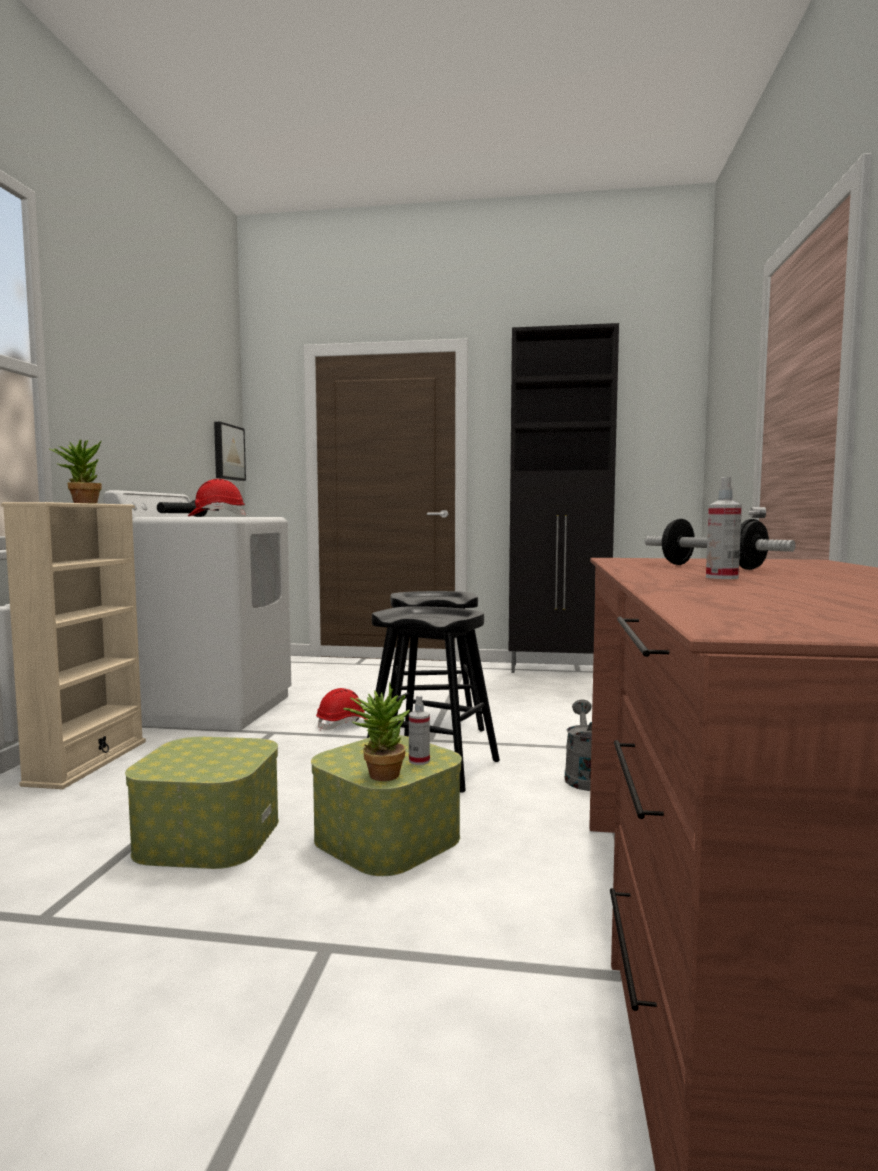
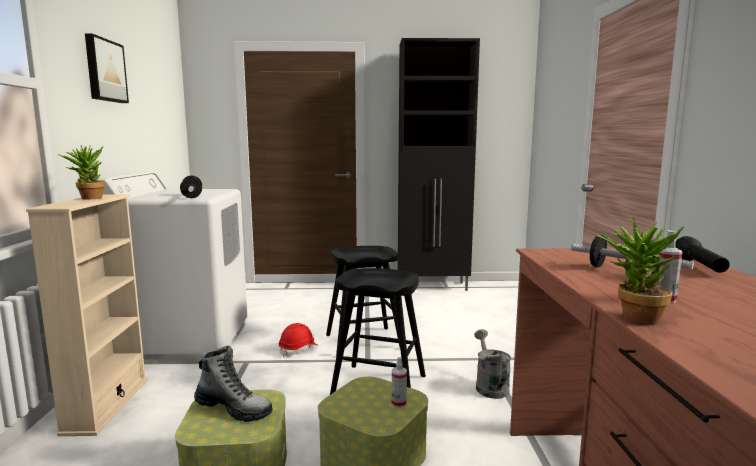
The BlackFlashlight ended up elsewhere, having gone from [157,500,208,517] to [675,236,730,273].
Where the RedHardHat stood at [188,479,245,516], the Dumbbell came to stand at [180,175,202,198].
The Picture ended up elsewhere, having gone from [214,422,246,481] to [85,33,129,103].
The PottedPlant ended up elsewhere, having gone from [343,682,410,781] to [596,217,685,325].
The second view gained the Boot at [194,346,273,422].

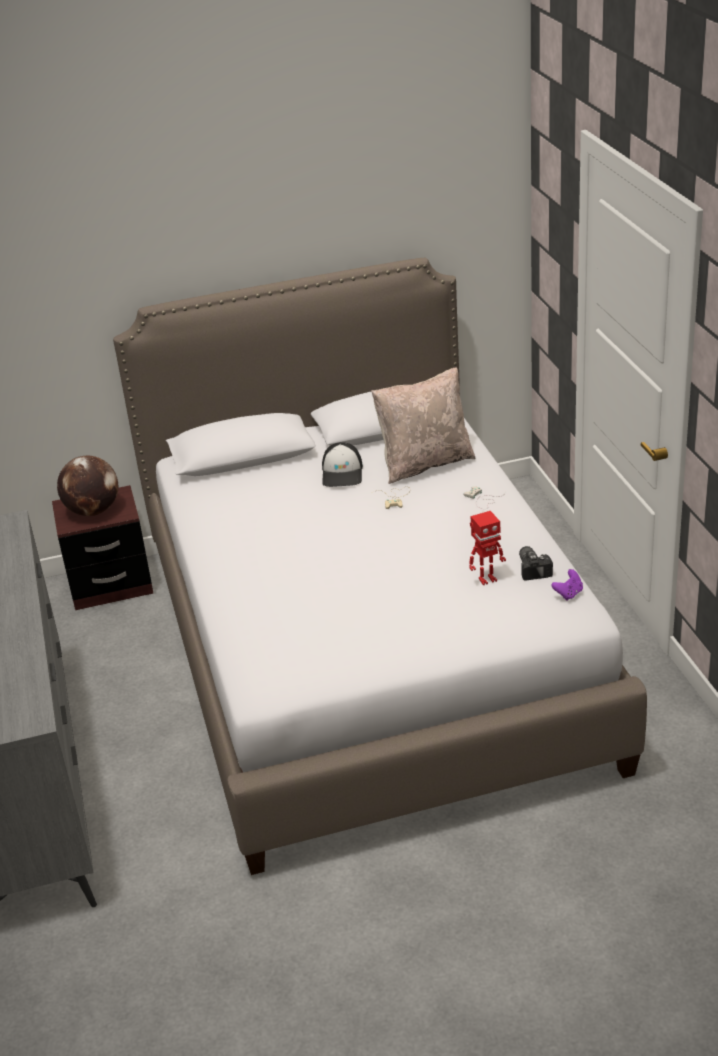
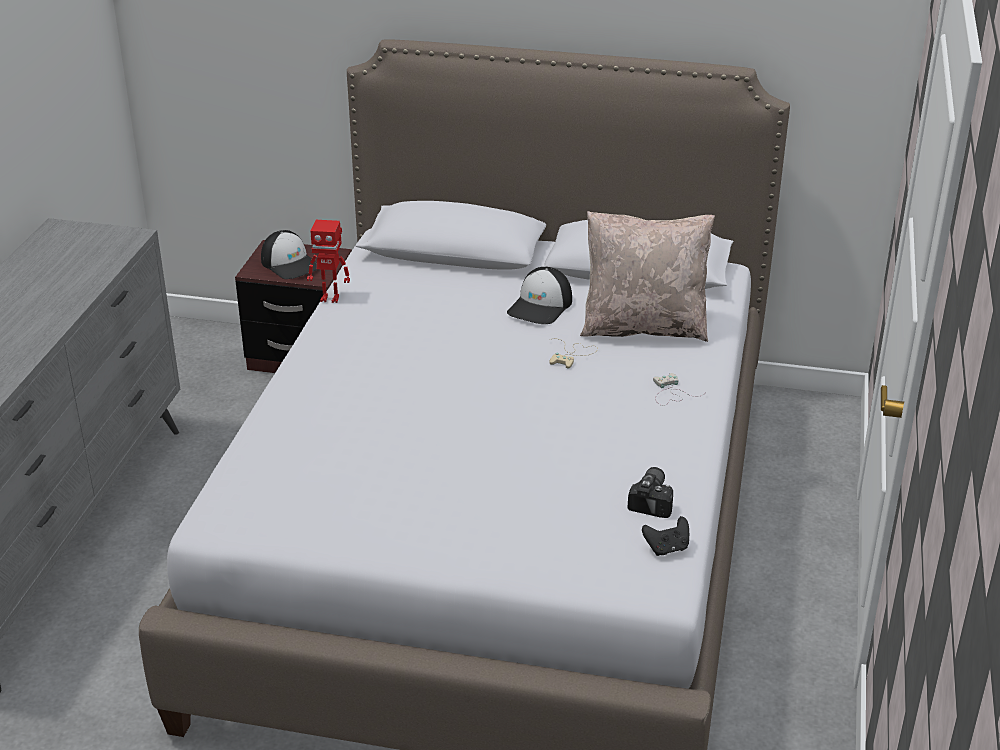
Where the Globe stood at [57,456,118,516], the Cap came to stand at [261,230,318,279].
The ToyRobot ended up elsewhere, having gone from [469,511,506,585] to [307,220,350,303].
What was the PurpleGameController at [551,569,583,600] turned into the BlackGameController at [642,516,689,556].

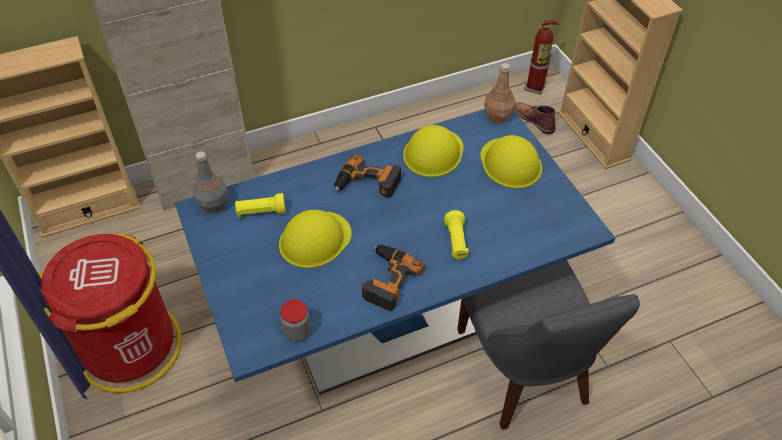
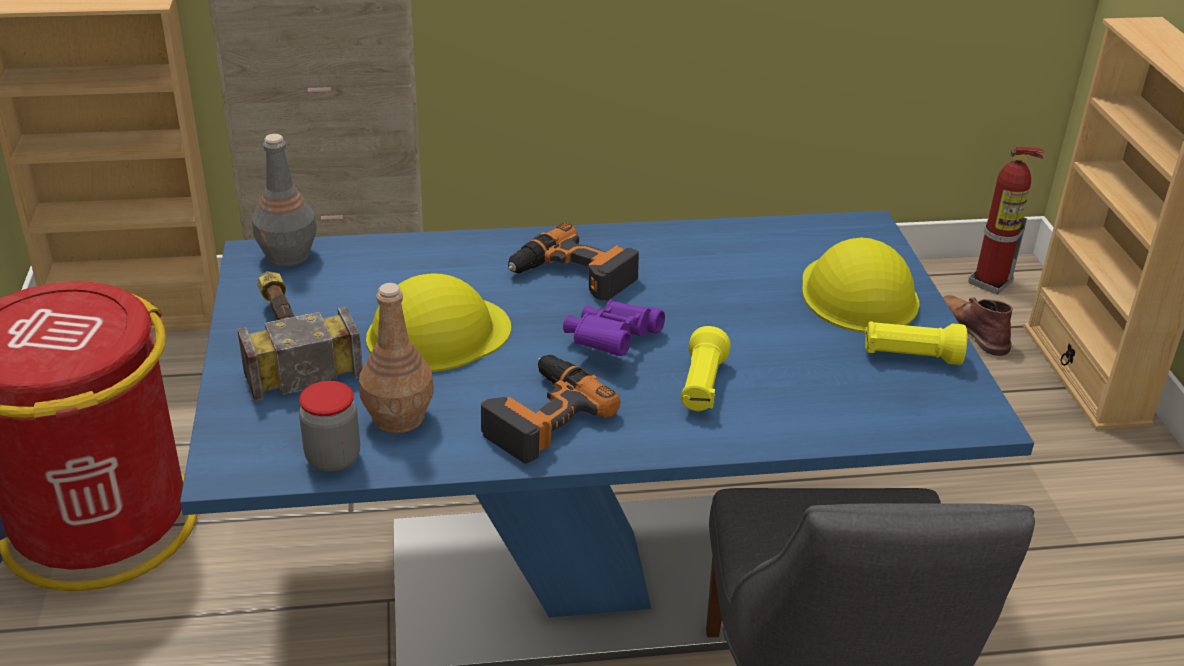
The YellowFlashlight ended up elsewhere, having gone from [235,193,285,217] to [865,321,967,365].
The second view lost the YellowHardHat at [403,125,464,177].
The BrownBottle ended up elsewhere, having gone from [484,63,515,124] to [359,283,434,433].
The second view gained the Hammer at [237,271,363,401].
The second view gained the PurpleBinoculars at [563,300,665,356].

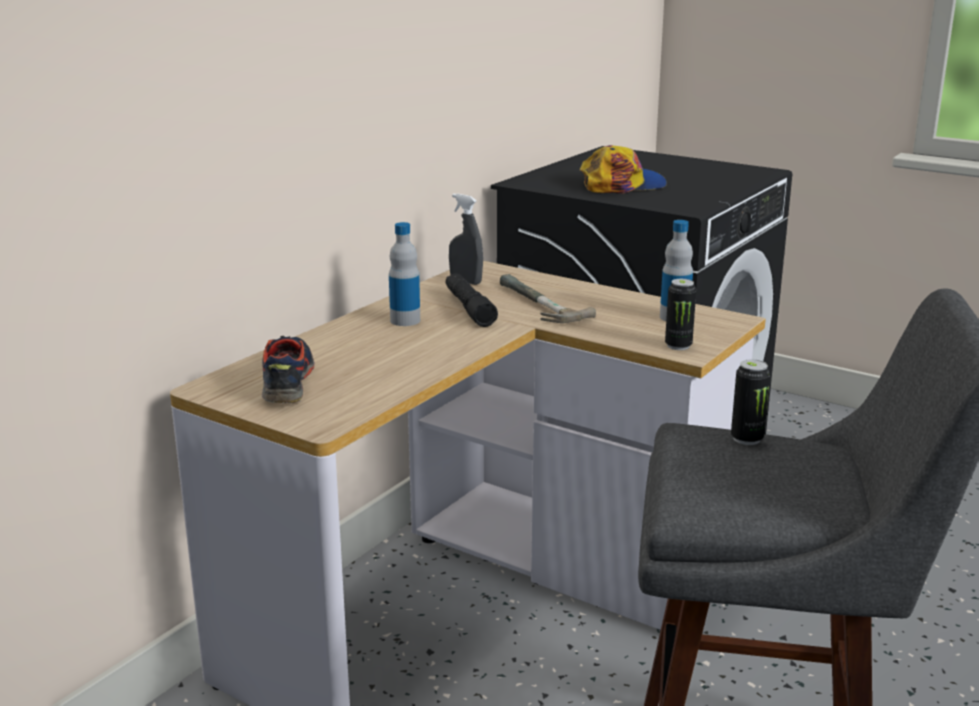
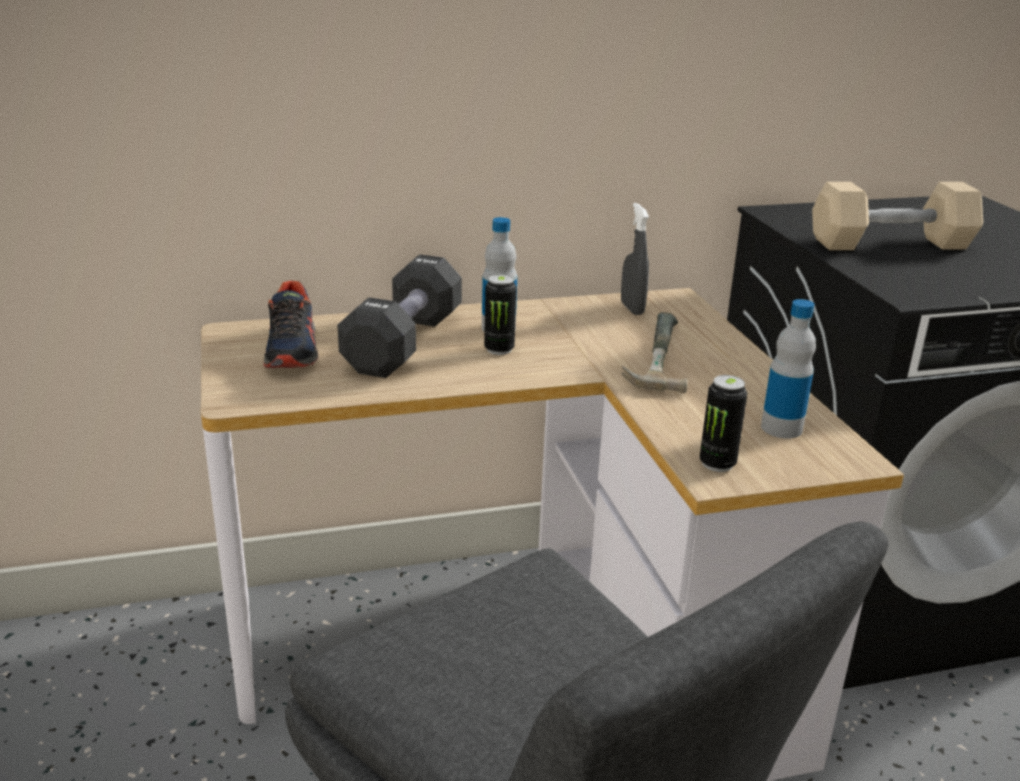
The Shoe at [262,336,315,403] ended up facing another way, 135 degrees clockwise from before.
The second view lost the BlackFlashlight at [446,273,498,327].
Where the Cap stood at [580,145,667,194], the BeigeDumbbell came to stand at [812,182,983,250].
The Can ended up elsewhere, having gone from [731,359,770,445] to [484,275,517,355].
The second view gained the BlackDumbbell at [337,254,462,378].

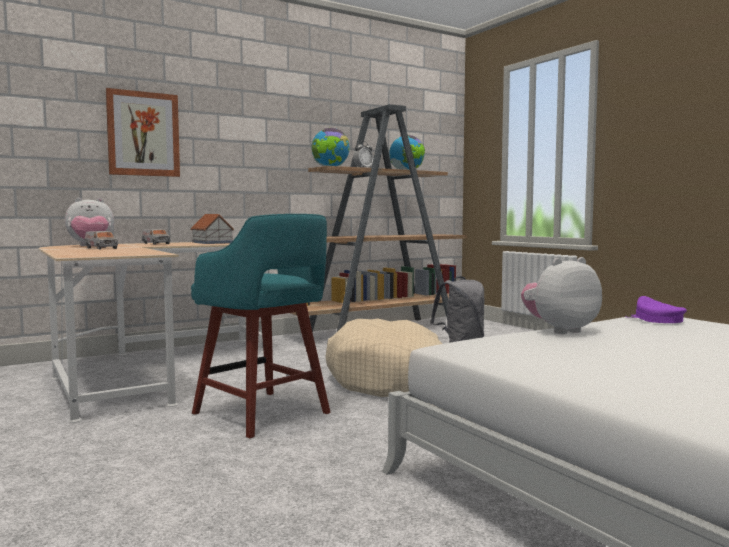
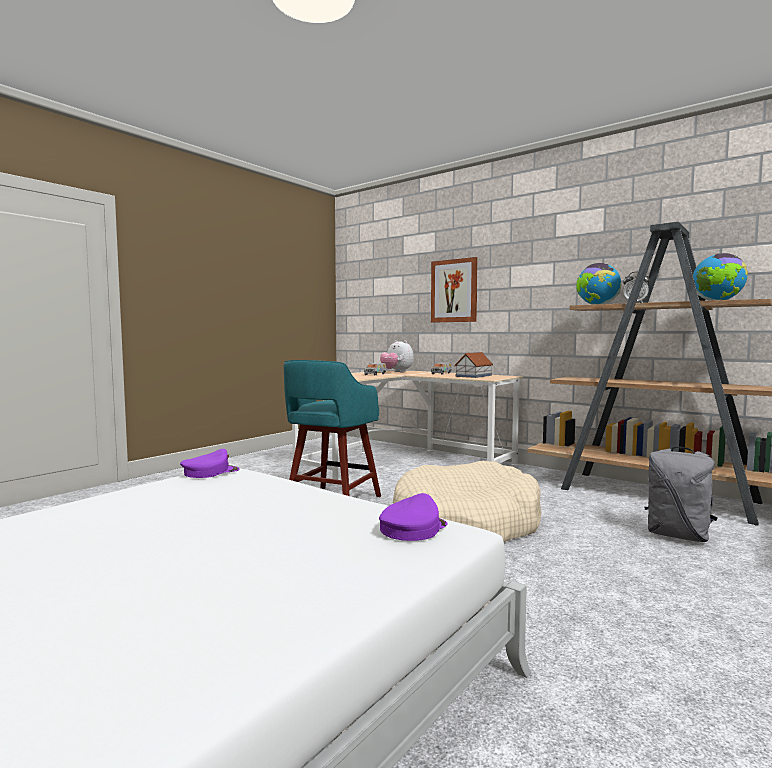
The second view lost the PlushToy at [521,257,602,334].
The second view gained the PurpleCap at [180,449,240,478].

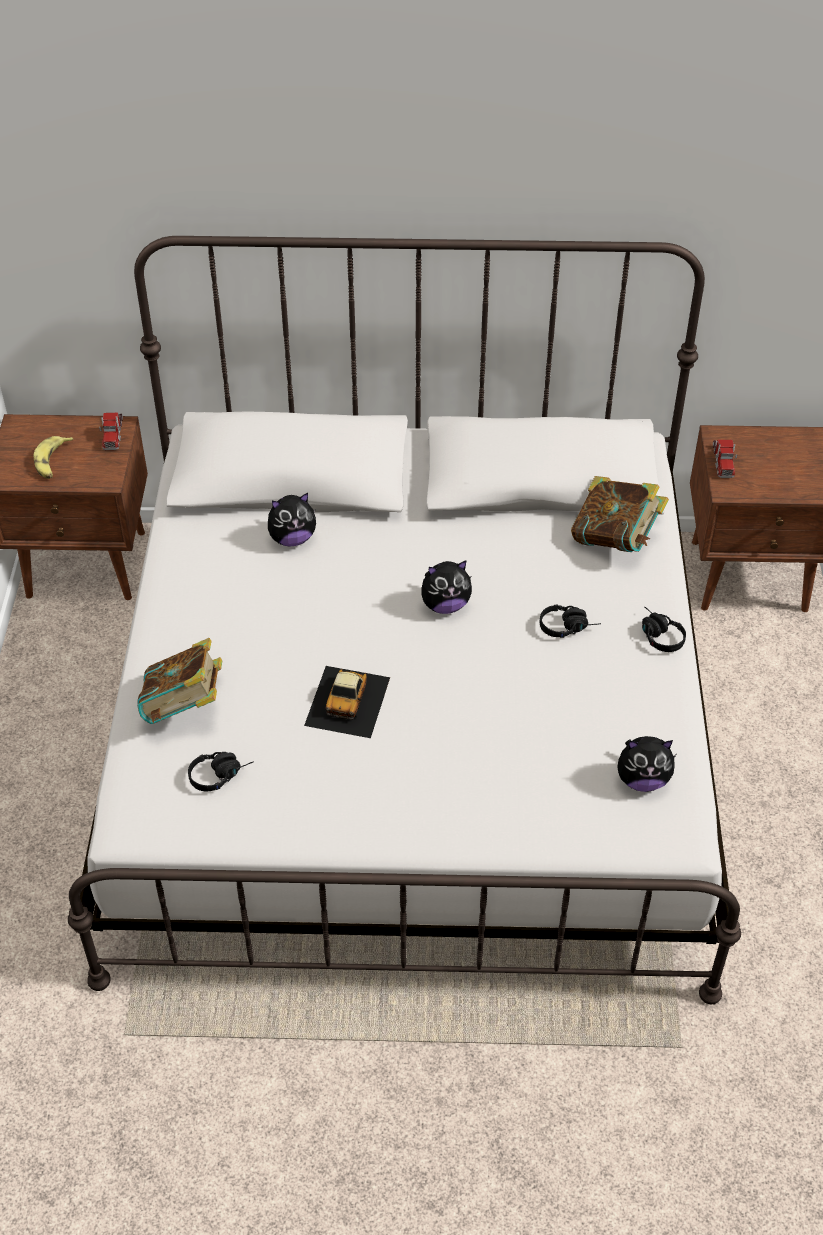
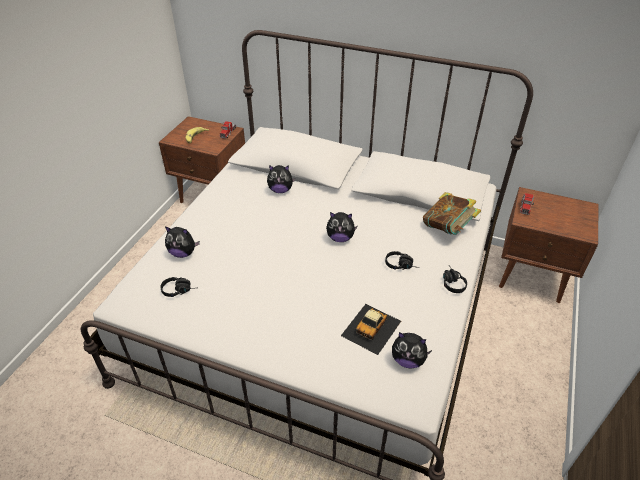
Where the Book stood at [137,638,223,724], the PlushToy came to stand at [165,226,200,258].
The ToyCar ended up elsewhere, having gone from [304,666,390,738] to [341,304,401,355].

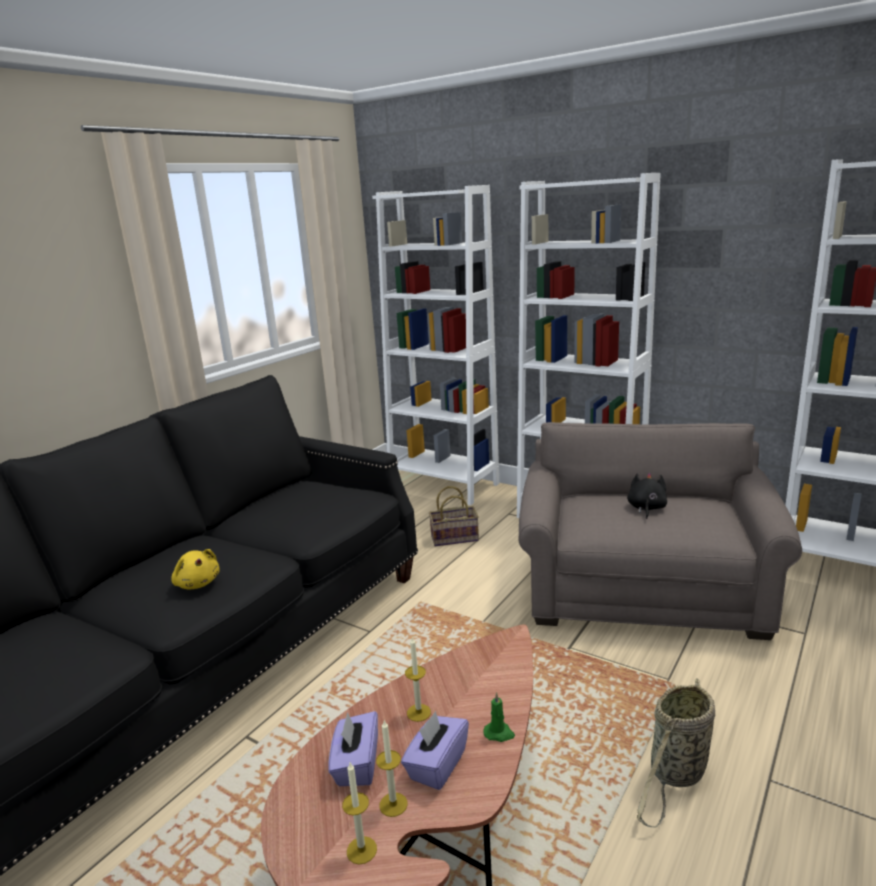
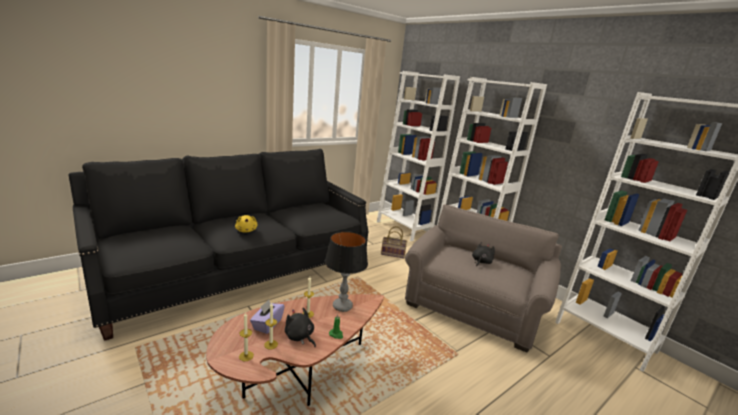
Where the PurpleTissueBox stood at [401,711,469,790], the BlackPlushToy came to stand at [284,308,316,347].
The second view lost the Basket at [637,678,716,828].
The second view gained the TableLamp at [325,231,368,312].

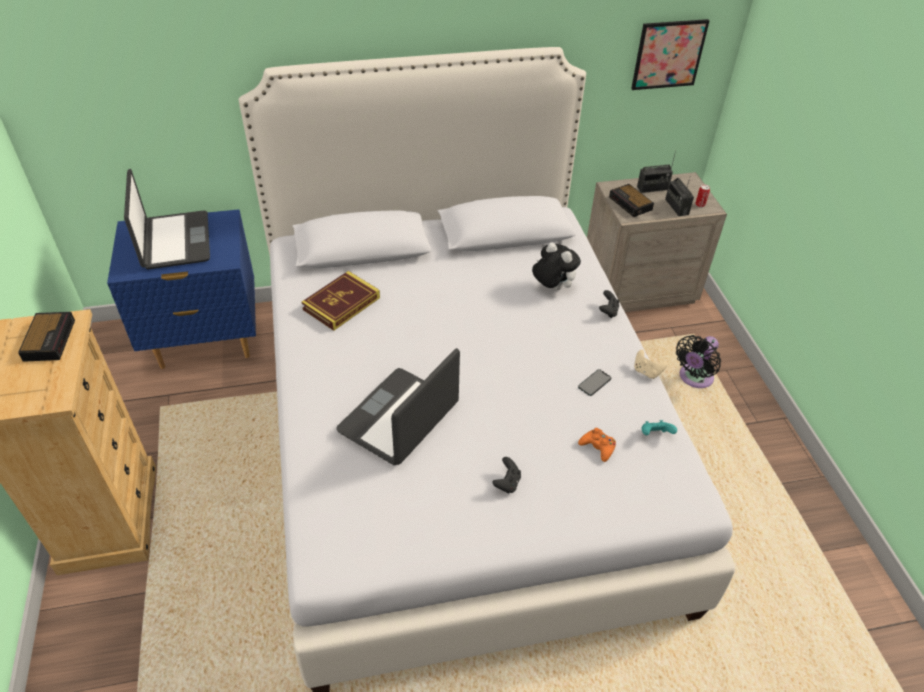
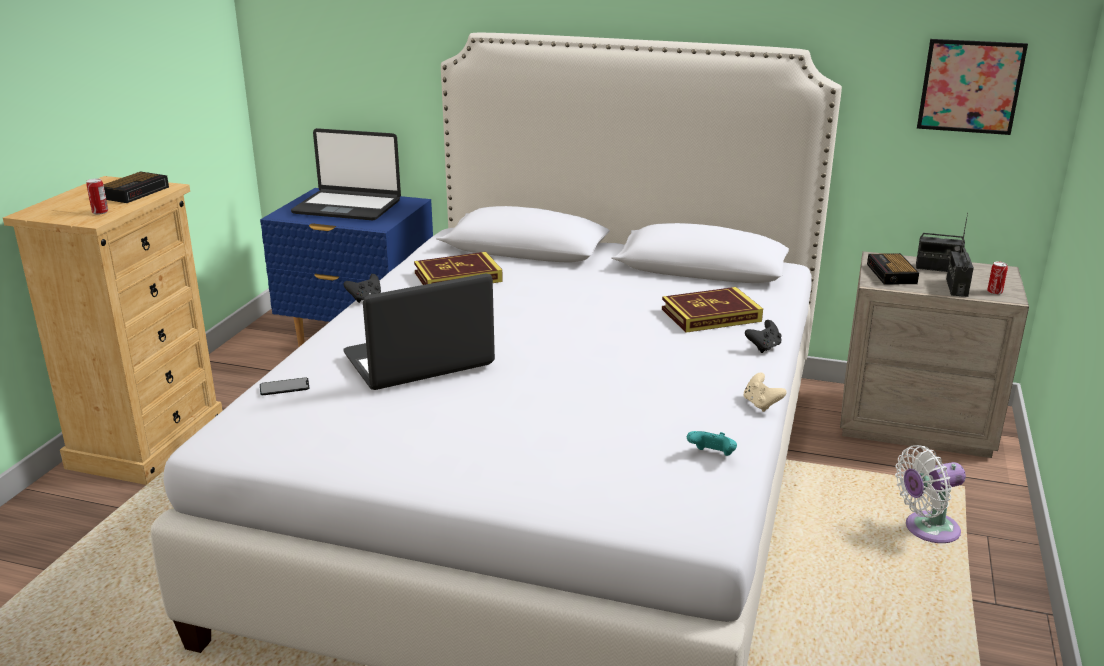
The Laptop at [124,169,210,270] ended up facing another way, 90 degrees clockwise from before.
The BlackGameController ended up elsewhere, having gone from [492,457,521,493] to [343,274,381,303].
Where the PlushToy stood at [532,243,581,290], the Book came to stand at [662,287,763,333].
The Phone ended up elsewhere, having gone from [578,369,611,396] to [260,378,309,395].
The second view lost the OrangeGameController at [578,428,616,462].
What was the BlackFan at [676,335,721,388] turned into the WhiteFan at [895,445,966,543].
The second view gained the Can at [86,178,108,215].

